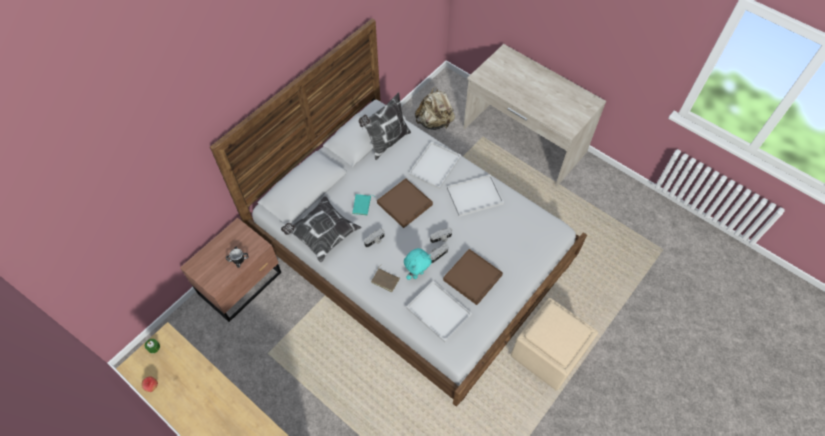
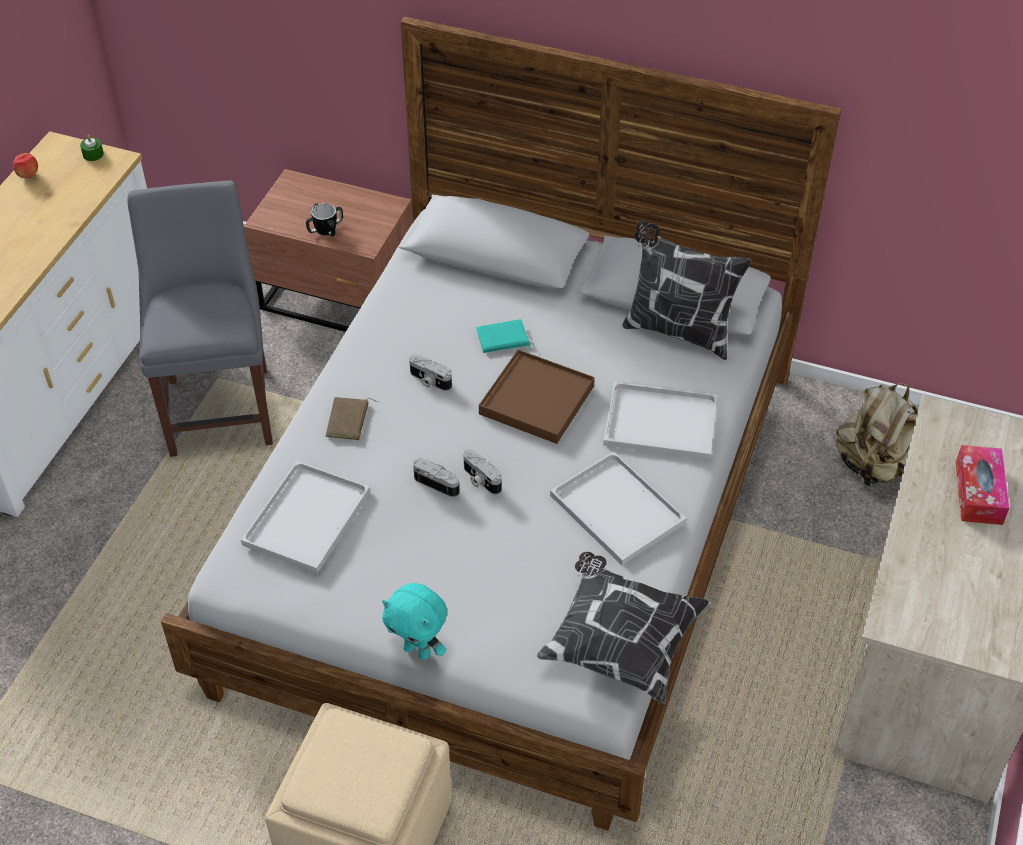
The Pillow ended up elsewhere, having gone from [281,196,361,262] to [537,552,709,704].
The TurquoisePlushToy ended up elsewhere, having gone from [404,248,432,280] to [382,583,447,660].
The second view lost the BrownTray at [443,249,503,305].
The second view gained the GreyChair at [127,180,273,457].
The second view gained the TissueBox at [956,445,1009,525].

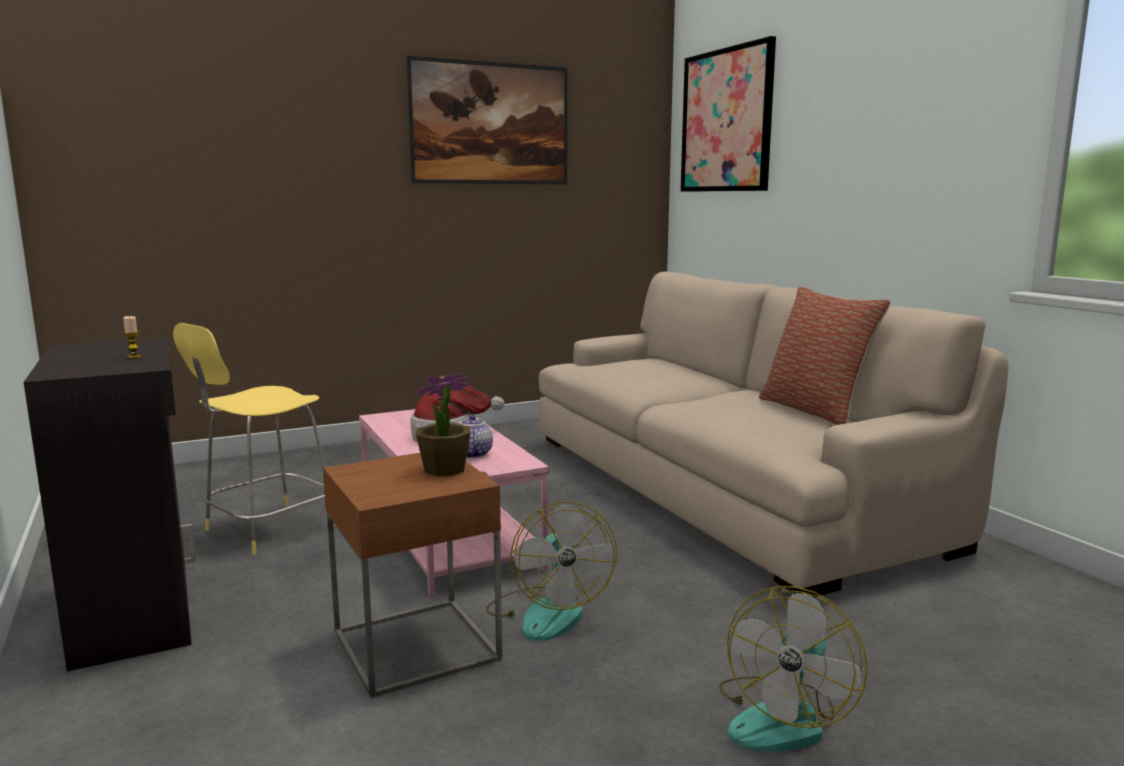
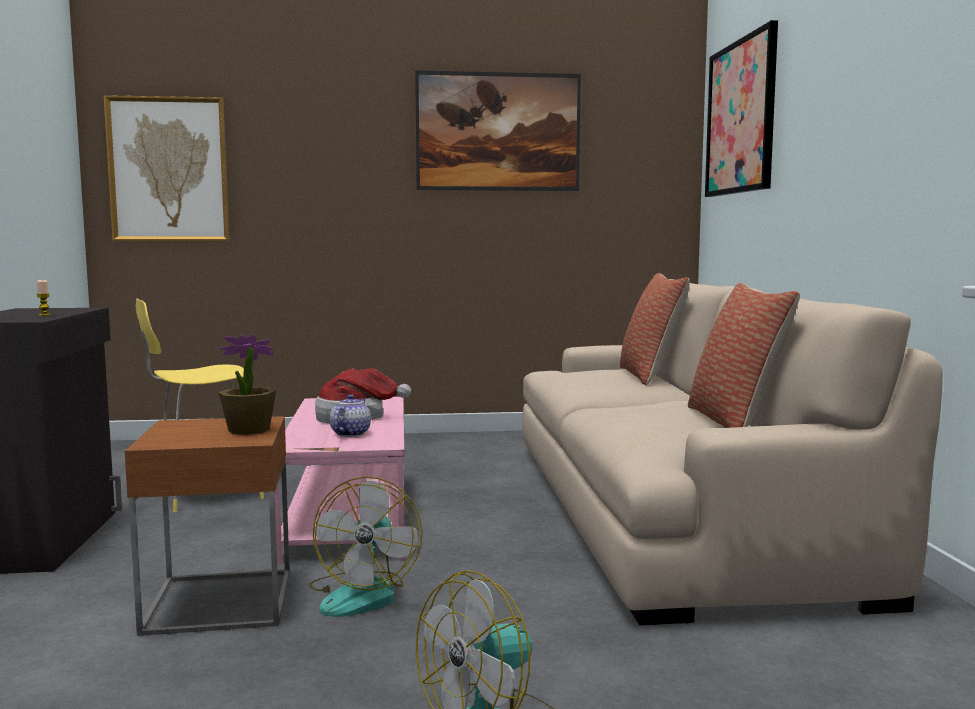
The second view gained the Picture at [104,95,230,241].
The second view gained the Pillow at [620,273,690,385].

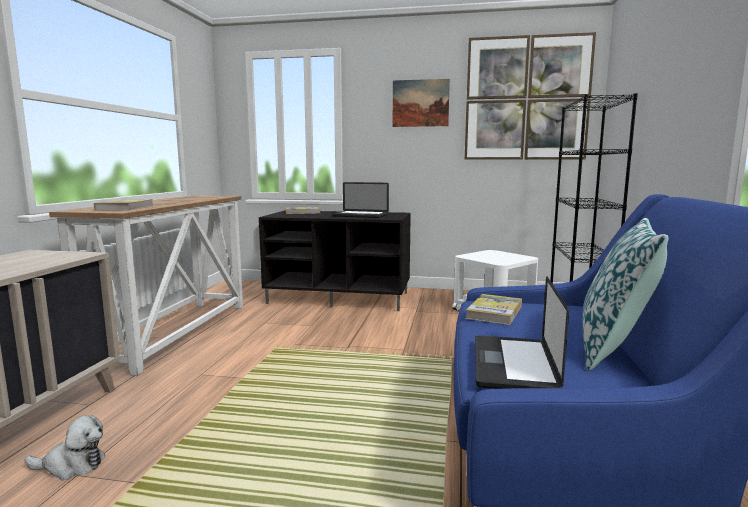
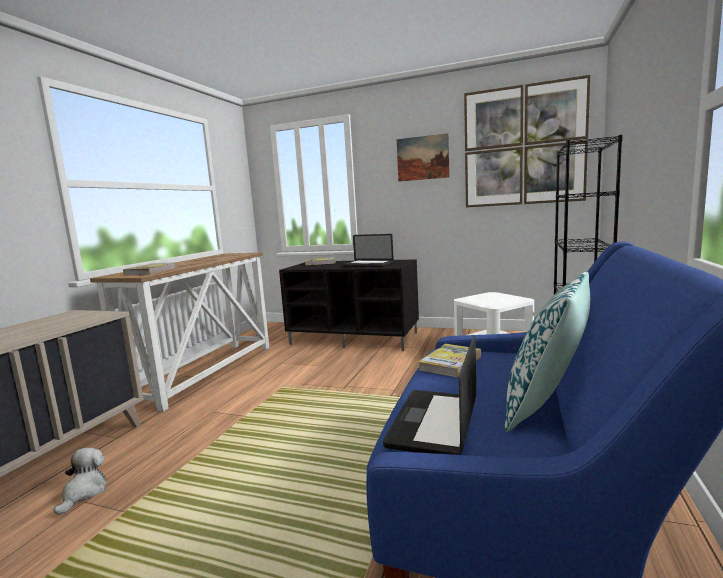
The PlushToy at [24,415,105,480] ended up facing another way, 90 degrees counterclockwise from before.

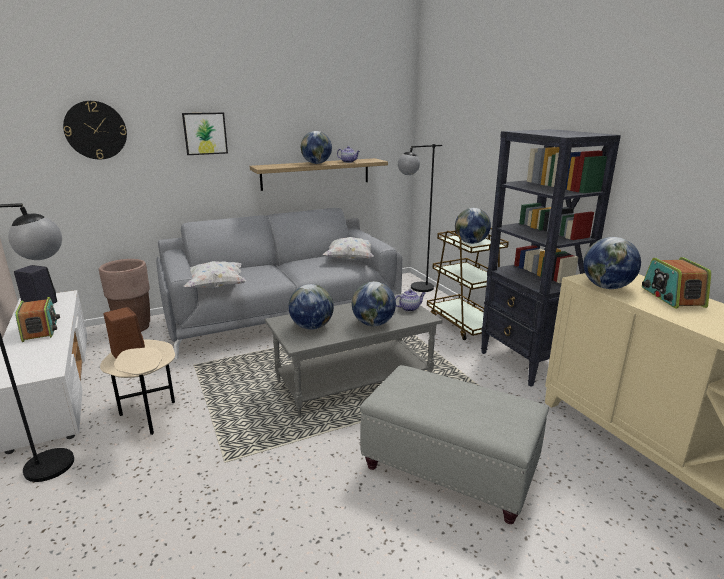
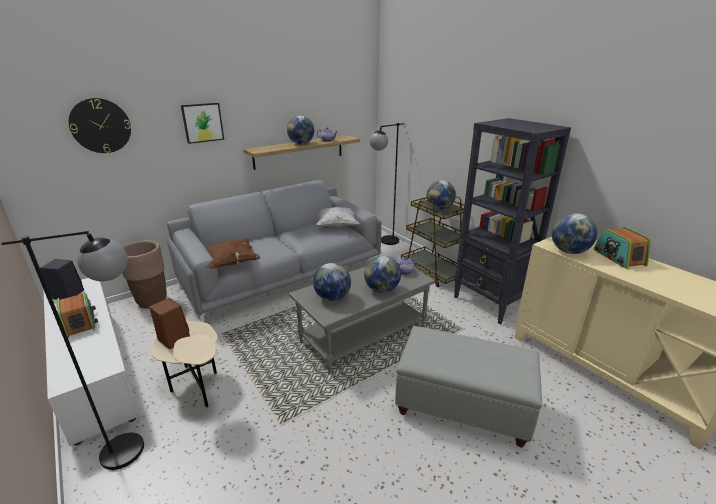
What was the WhitePillow at [184,261,246,289] turned into the BrownPillow at [205,239,261,269].

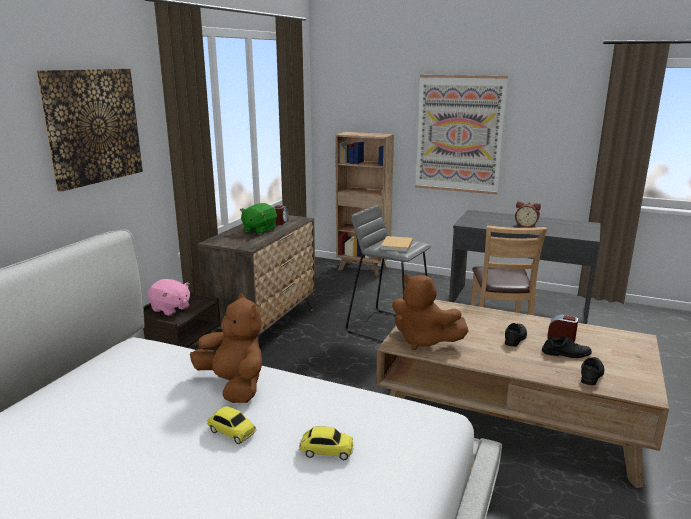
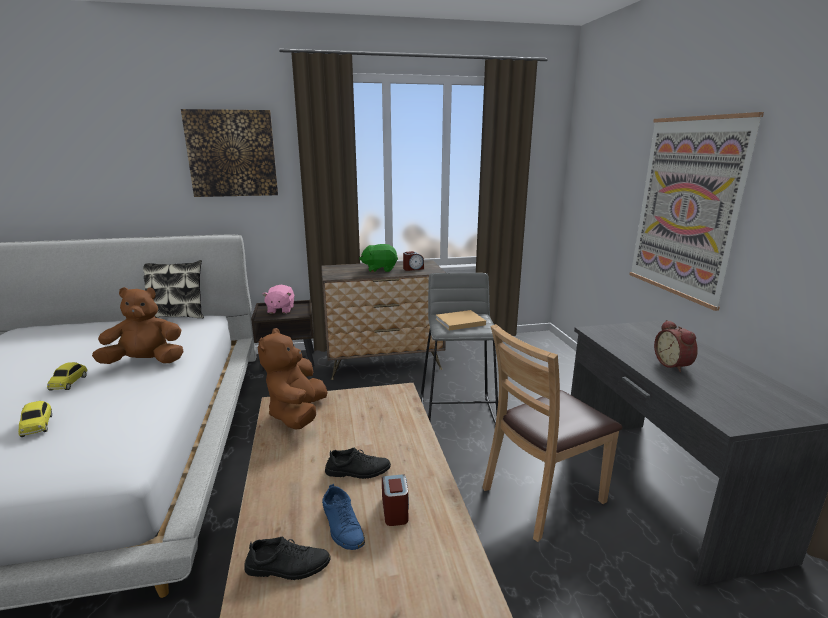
The BrownPlushToy at [190,293,262,403] ended up facing another way, 120 degrees counterclockwise from before.
The second view lost the BrownBookcase at [335,132,394,276].
What was the BlackShoe at [542,336,592,358] turned into the BlueShoe at [322,484,365,550].
The second view gained the Pillow at [143,260,204,318].

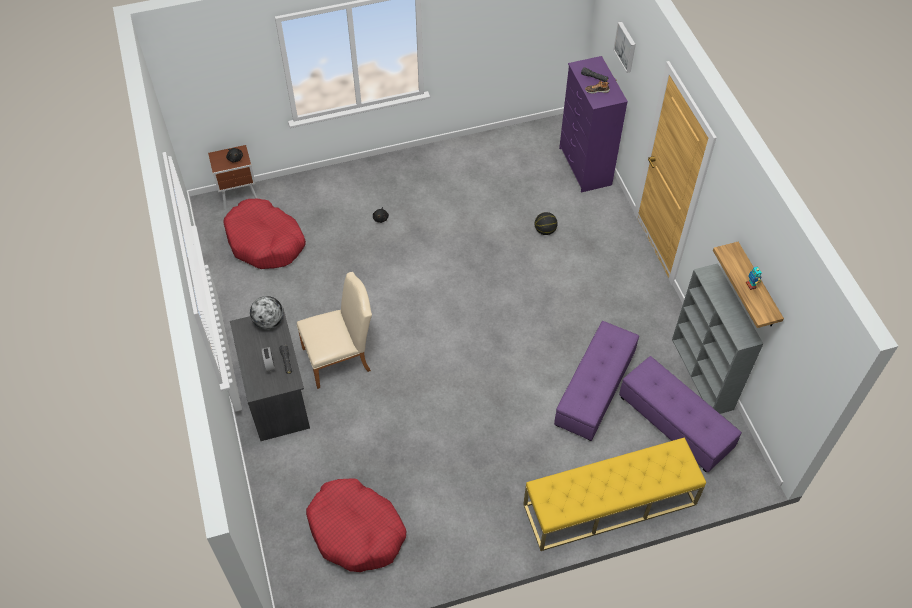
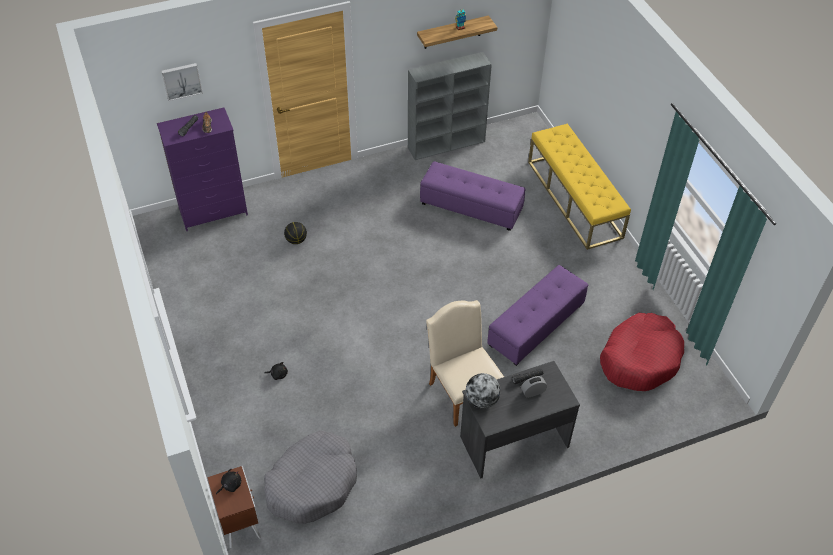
What was the RedDogBed at [223,199,306,269] turned into the GreyDogBed at [264,431,357,524].
The PurpleOttoman ended up elsewhere, having gone from [619,356,742,472] to [487,265,588,366].

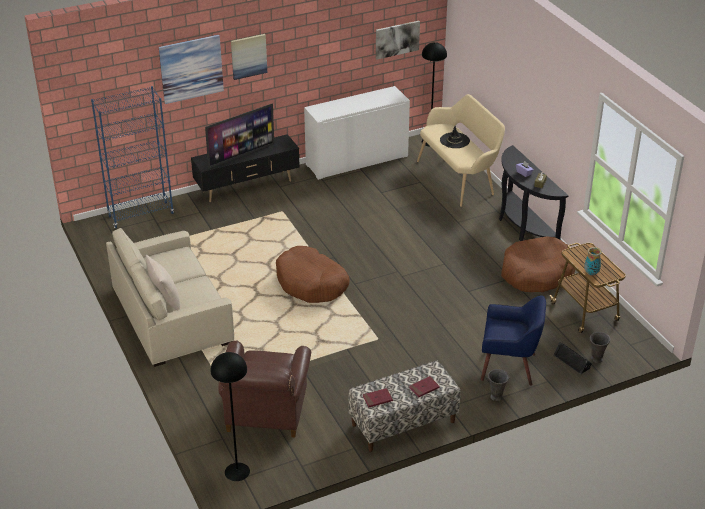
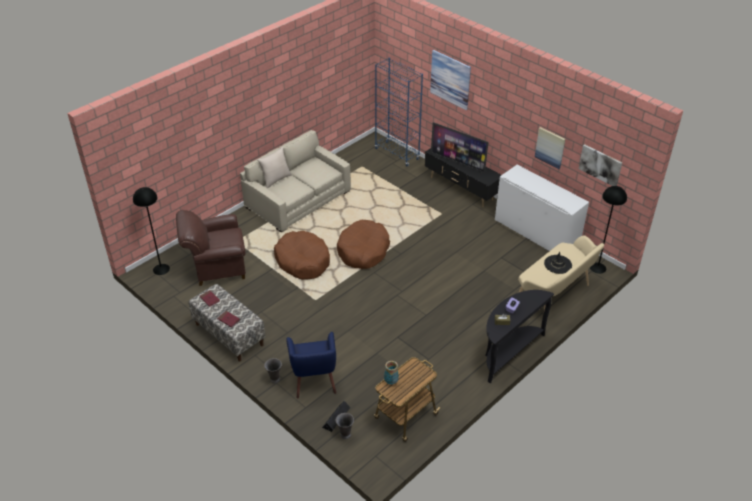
The Picture ended up elsewhere, having gone from [231,34,267,80] to [535,127,565,169].
The BrownDogBed ended up elsewhere, having gone from [501,236,576,292] to [274,231,330,280].

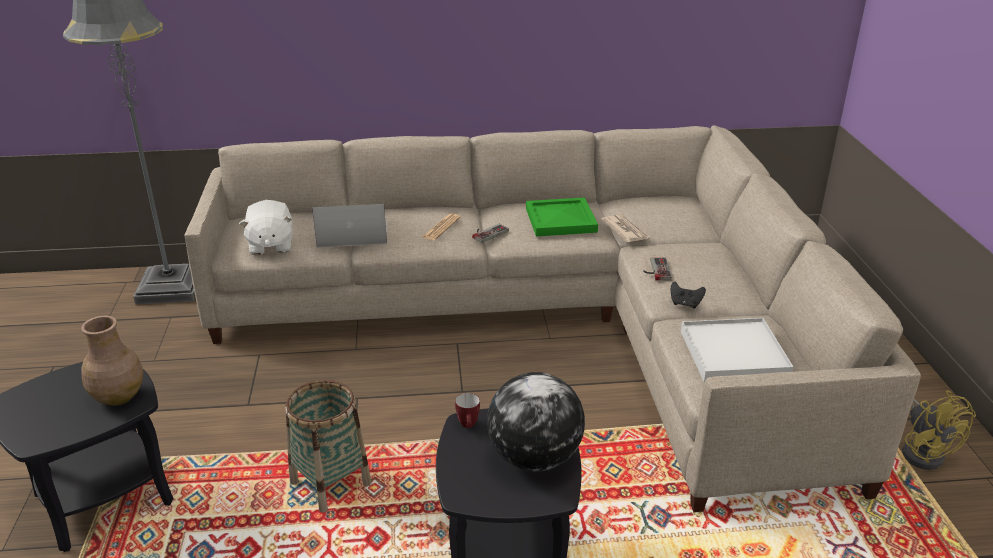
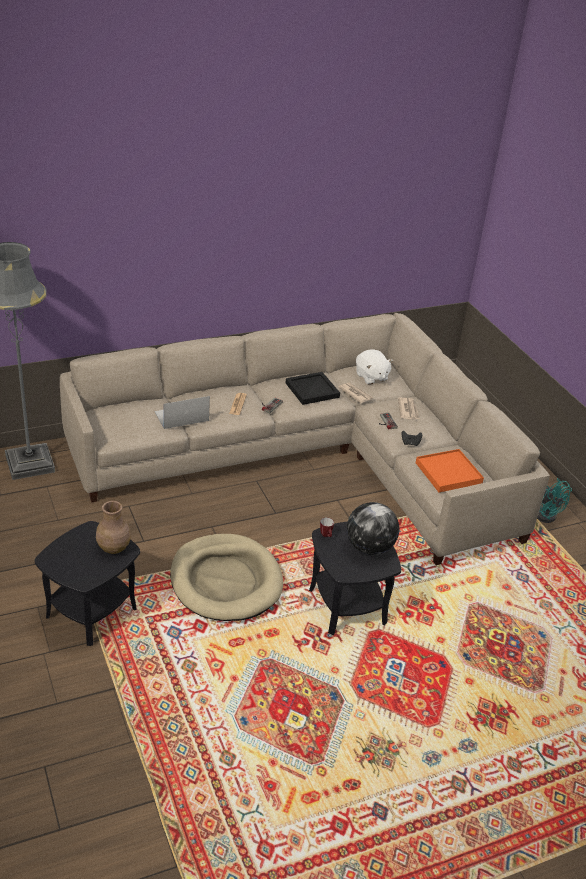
The WhitePlushToy ended up elsewhere, having gone from [239,200,292,255] to [356,350,393,385].
Where the Basket stood at [285,380,371,513], the BeigeDogBed came to stand at [170,534,283,621].
What was the GreenTray at [526,197,598,236] turned into the BlackTray at [286,372,340,405].
What was the WhiteTray at [681,318,793,382] turned into the OrangeTray at [416,449,484,492].
What was the YellowFan at [902,390,976,470] turned into the TurquoiseFan at [537,478,572,523].
The second view gained the Newspaper at [398,398,420,420].

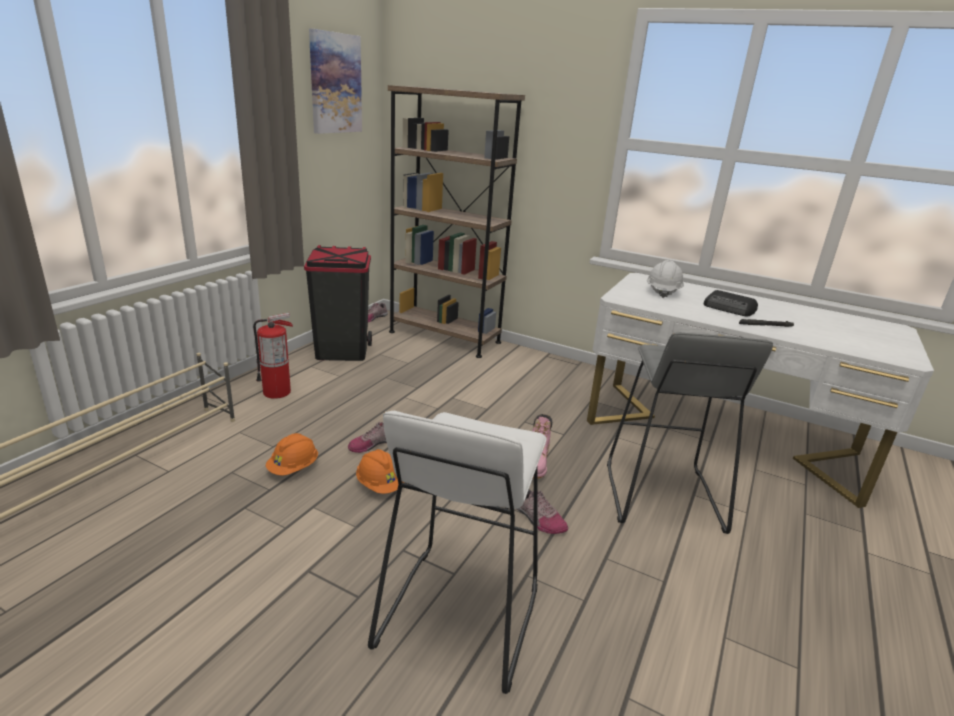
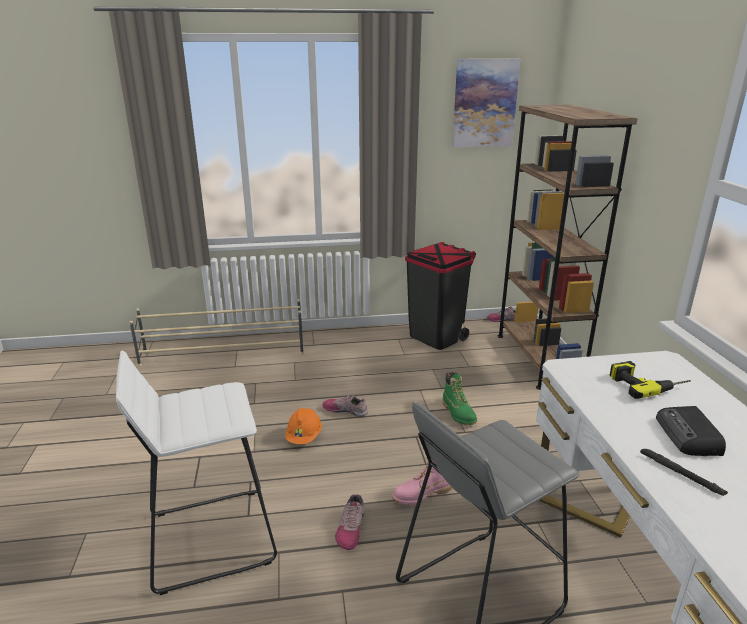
The second view lost the FireExtinguisher at [253,313,293,399].
The second view lost the OrangeHardHat at [266,433,318,476].
Where the WhiteHardHat stood at [647,260,684,298], the PowerDrill came to stand at [609,361,691,399].
The second view gained the GreenBoot at [443,372,477,425].

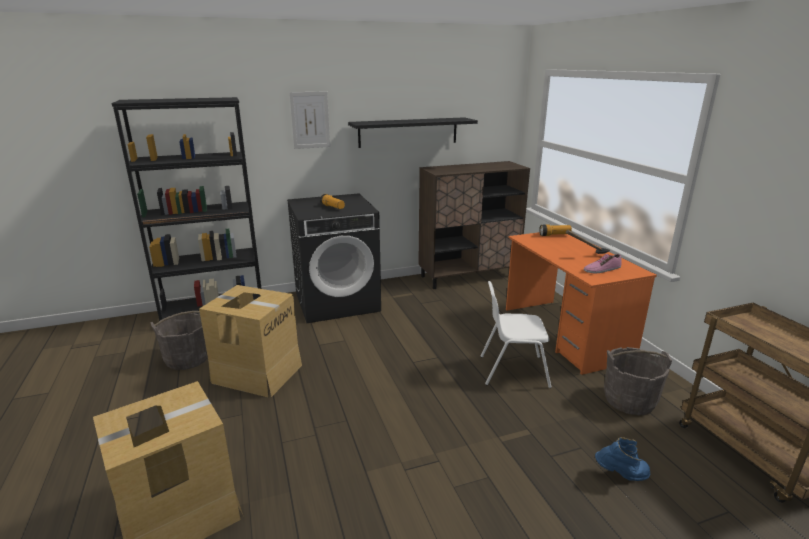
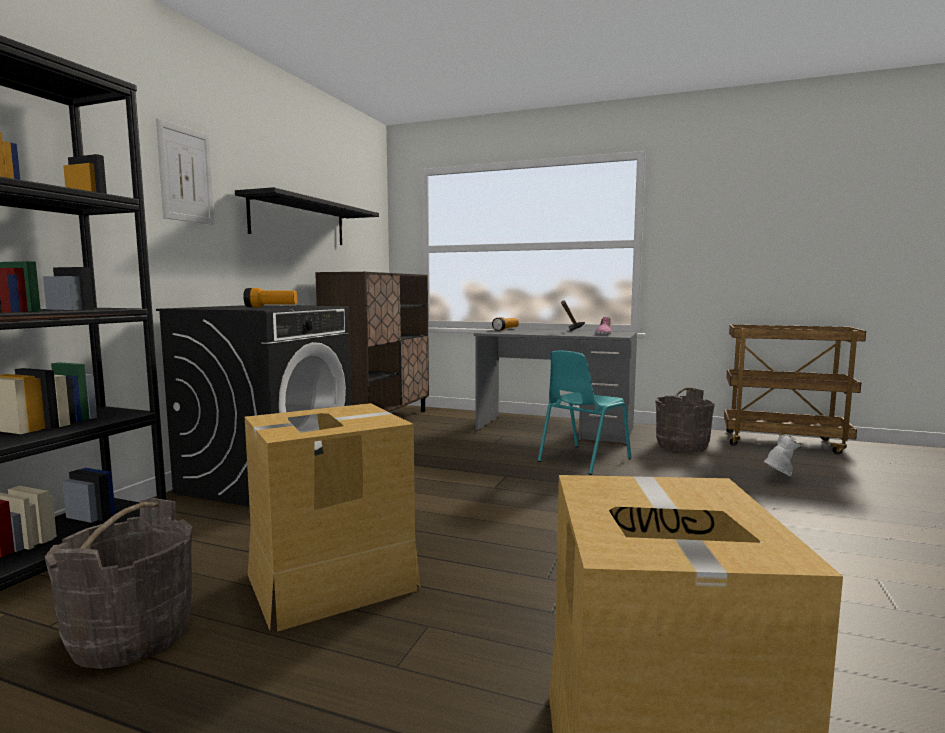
What was the WhiteChair at [480,281,552,388] turned into the TurquoiseChair at [538,351,632,475].
What was the OrangeDesk at [506,232,657,375] turned into the GreyDesk at [474,329,637,445].
What was the BlueBoot at [595,437,650,481] turned into the WhiteBoot at [764,434,804,477].

